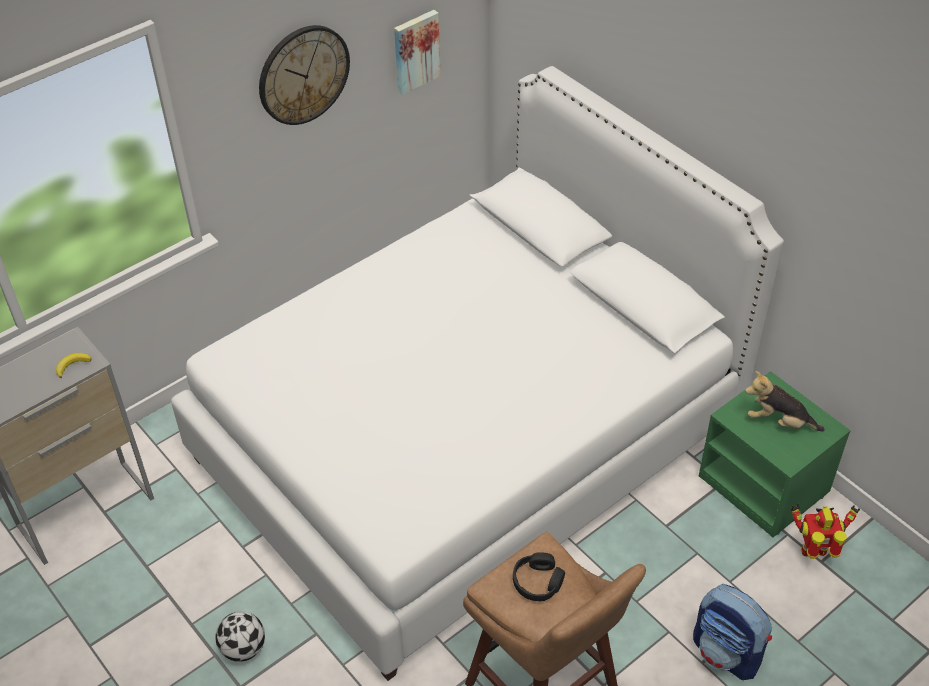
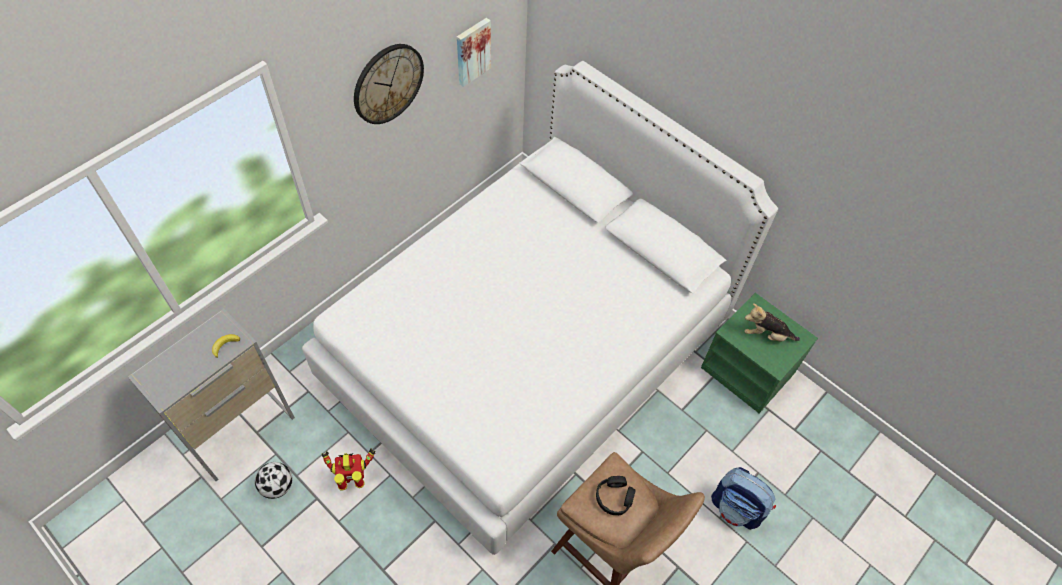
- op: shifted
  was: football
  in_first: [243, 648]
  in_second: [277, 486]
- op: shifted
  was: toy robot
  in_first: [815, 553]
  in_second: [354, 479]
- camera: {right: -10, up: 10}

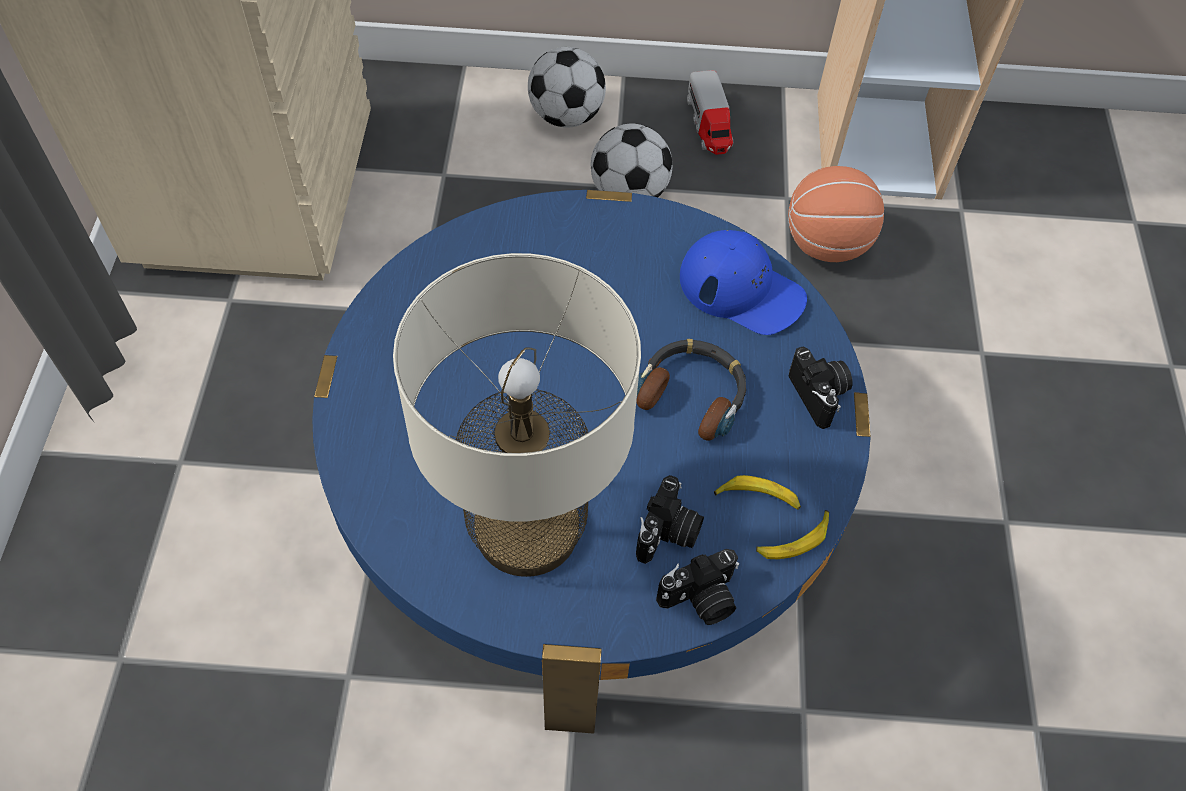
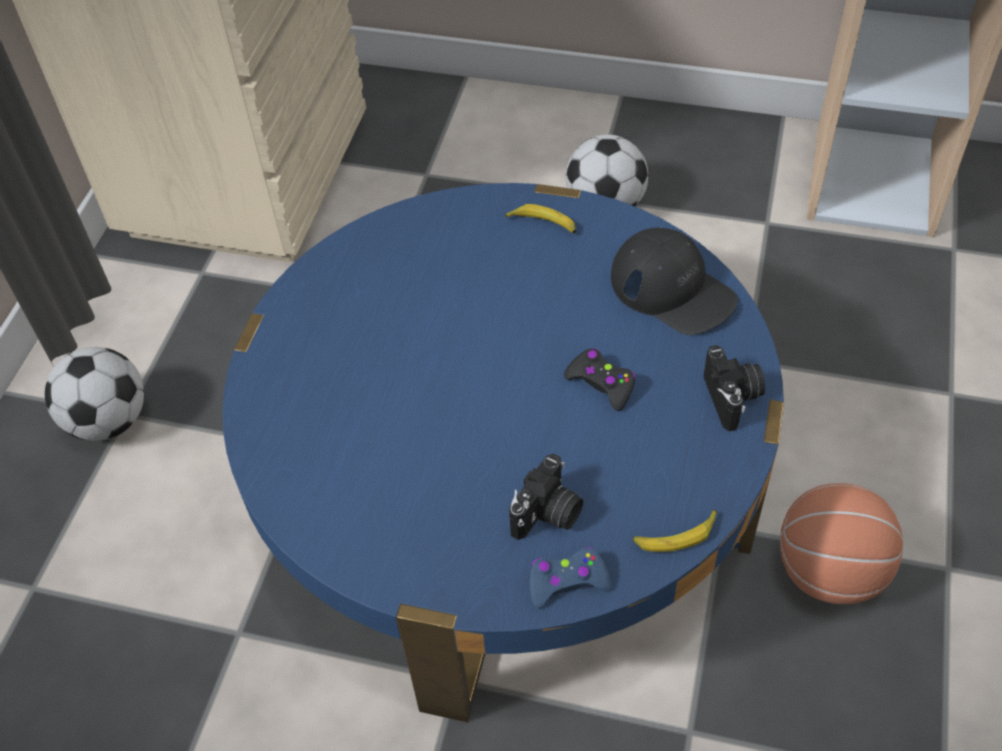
- op: gone
  was: table lamp
  in_first: [527, 529]
- op: shifted
  was: football
  in_first: [566, 116]
  in_second: [108, 421]
- op: swapped
  was: headphones
  now: black game controller
  in_first: [693, 393]
  in_second: [601, 383]
- op: swapped
  was: photo camera
  now: blue game controller
  in_first: [701, 600]
  in_second: [567, 582]
- op: repainted
  was: blue cap
  now: black cap
  in_first: [741, 289]
  in_second: [672, 289]
- op: gone
  was: toy truck
  in_first: [709, 125]
- op: shifted
  was: banana
  in_first: [757, 498]
  in_second: [542, 224]
- op: shifted
  was: basketball
  in_first: [827, 244]
  in_second: [830, 571]
- camera: {right: 15, up: -5}

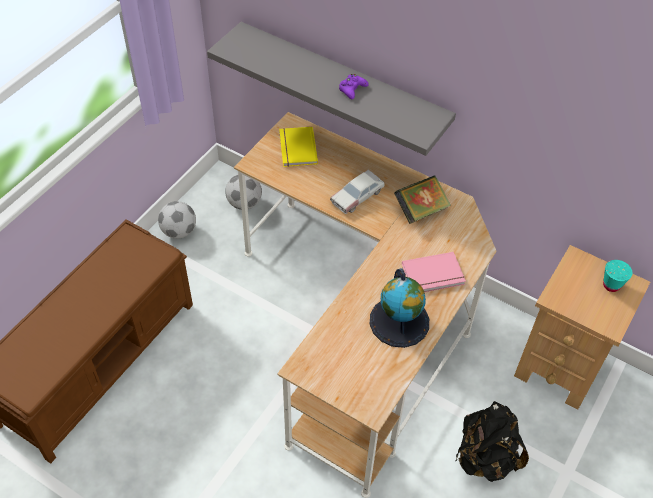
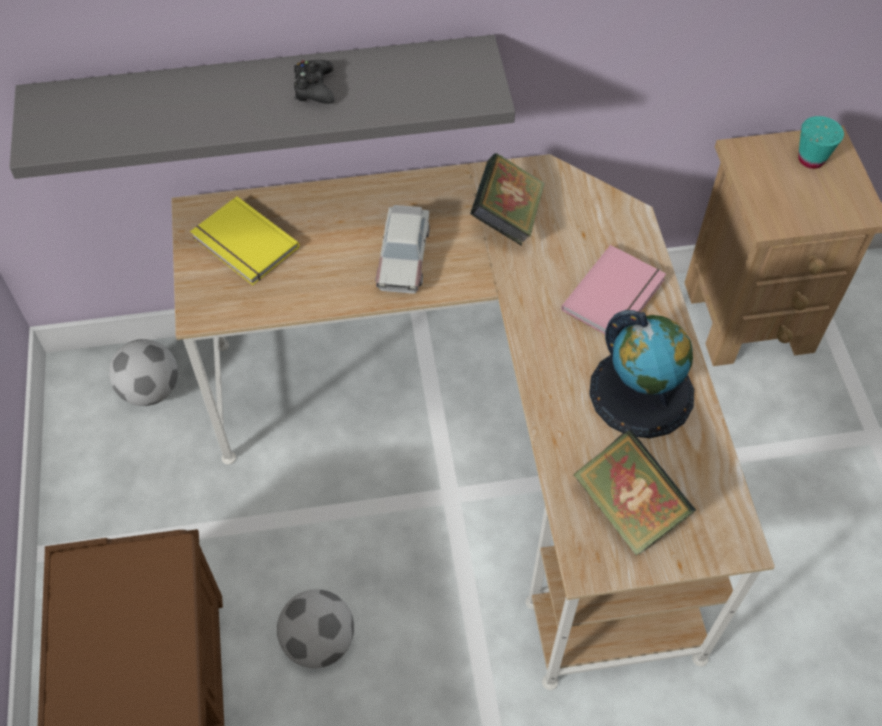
- op: shifted
  was: football
  in_first: [179, 231]
  in_second: [319, 641]
- op: repainted
  was: purple game controller
  now: black game controller
  in_first: [352, 89]
  in_second: [314, 88]
- op: gone
  was: black backpack
  in_first: [485, 457]
- op: new
  now: book
  in_second: [628, 508]
- camera: {right: -40, up: 5}

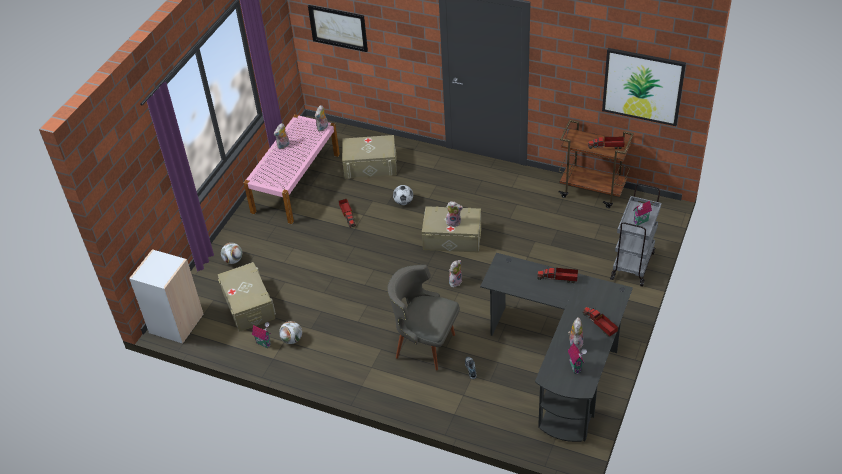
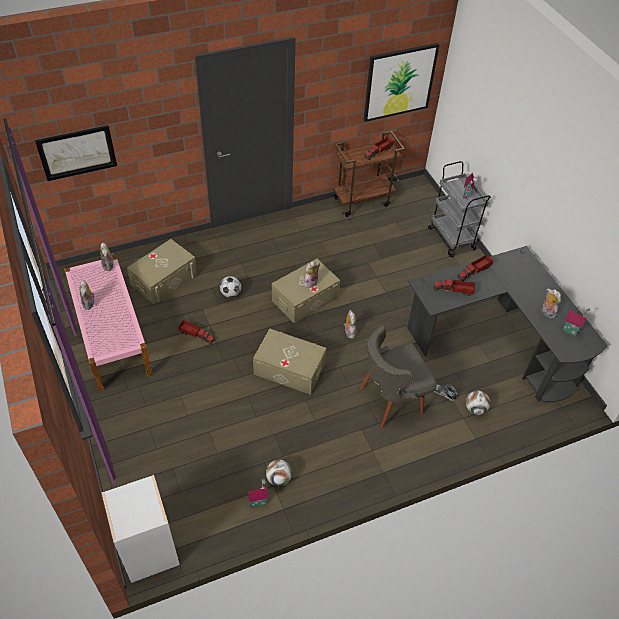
- op: shifted
  was: beige storage box
  in_first: [248, 305]
  in_second: [289, 369]
- op: shifted
  was: football
  in_first: [233, 260]
  in_second: [475, 409]
- op: shifted
  was: toy truck
  in_first: [600, 324]
  in_second: [454, 290]
- camera: {right: -50, up: 5}

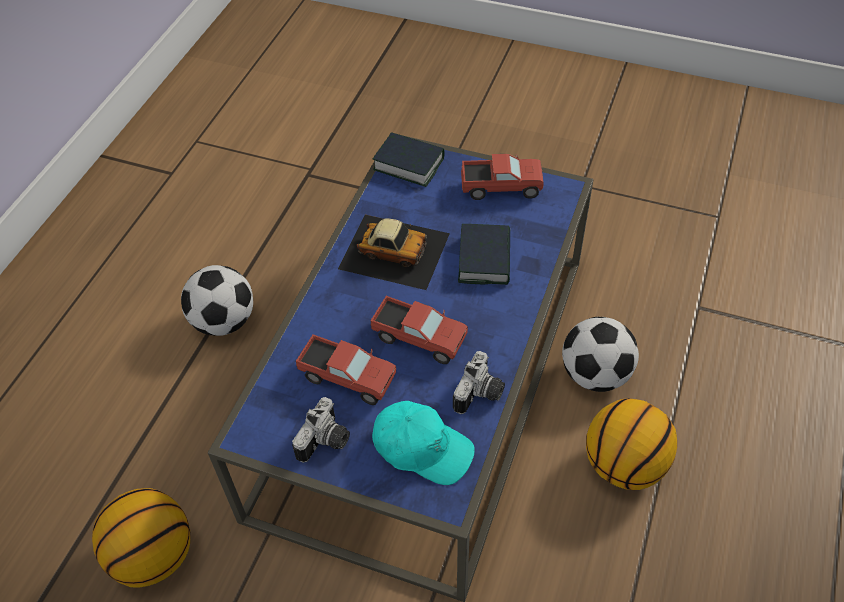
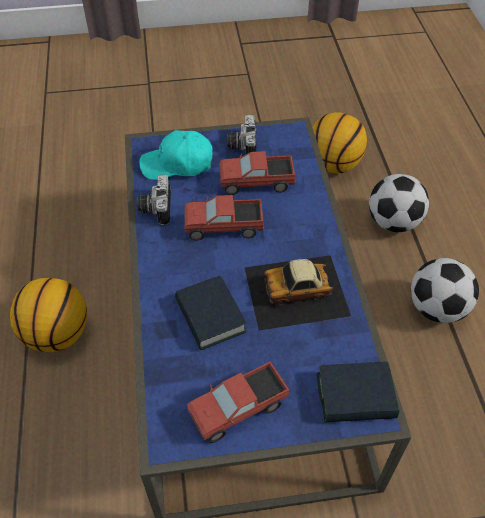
- op: shifted
  was: football
  in_first: [595, 374]
  in_second: [393, 223]
- camera: {right: 150, up: 0}

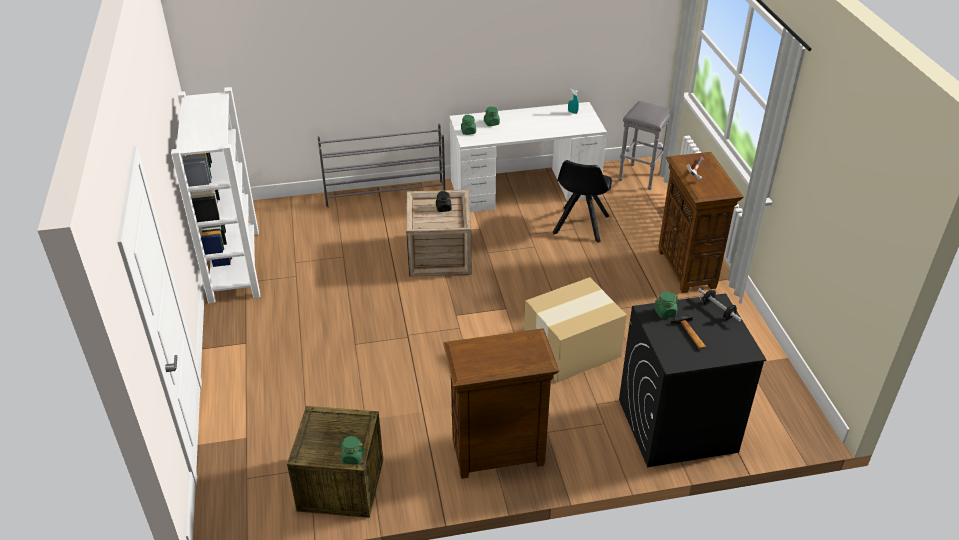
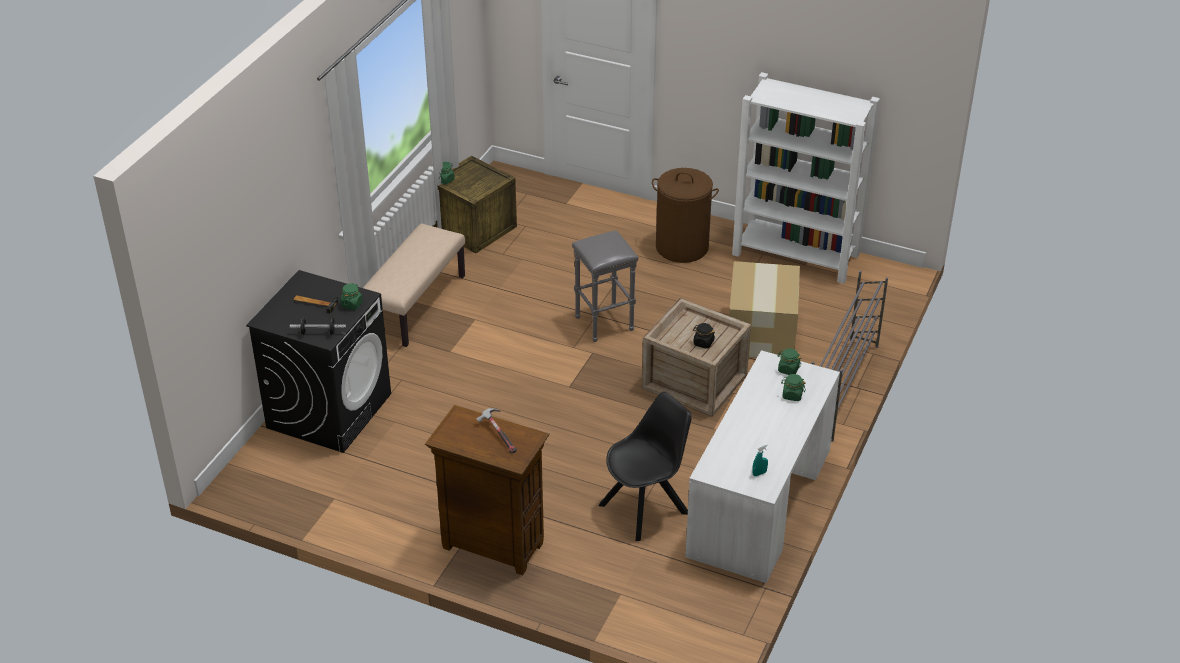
- op: swapped
  was: brown cabinet
  now: beige bench
  in_first: [497, 456]
  in_second: [415, 304]
- op: shifted
  was: cardboard box
  in_first: [570, 349]
  in_second: [762, 332]
- op: rotated
  was: black chair
  in_first: [580, 225]
  in_second: [645, 508]
  clockwise: 90
- op: shifted
  was: grey stool
  in_first: [641, 177]
  in_second: [603, 323]
- op: new
  now: brown laundry basket
  in_second: [682, 247]
- camera: {right: 125, up: 0}

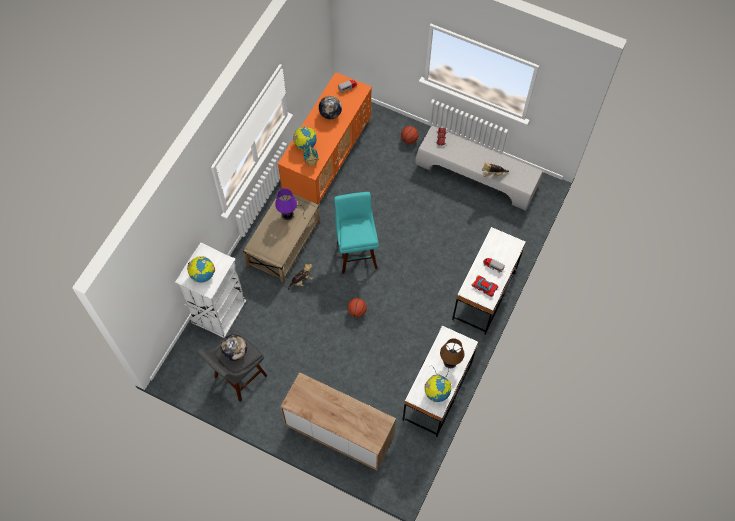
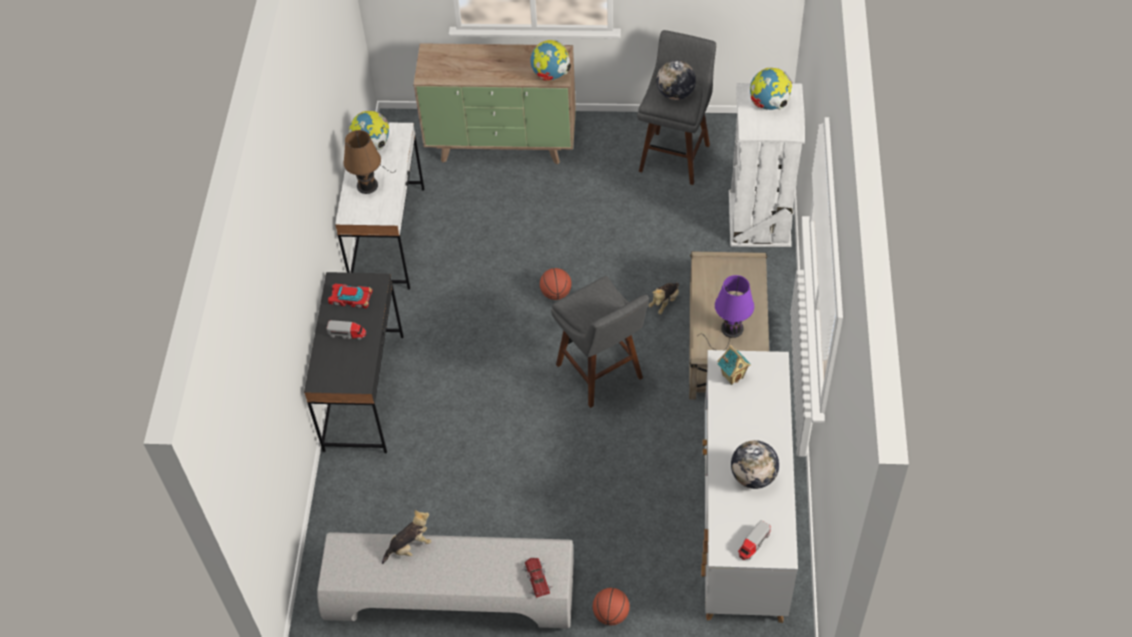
- op: repainted
  was: orange dresser
  now: white dresser
  in_first: [327, 158]
  in_second: [742, 515]
- op: shifted
  was: globe
  in_first: [305, 145]
  in_second: [551, 75]
- op: repainted
  was: turquoise stool
  now: grey stool
  in_first: [356, 253]
  in_second: [601, 374]
- op: repainted
  was: white desk
  now: black desk
  in_first: [484, 294]
  in_second: [364, 392]
- camera: {right: 160, up: -10}

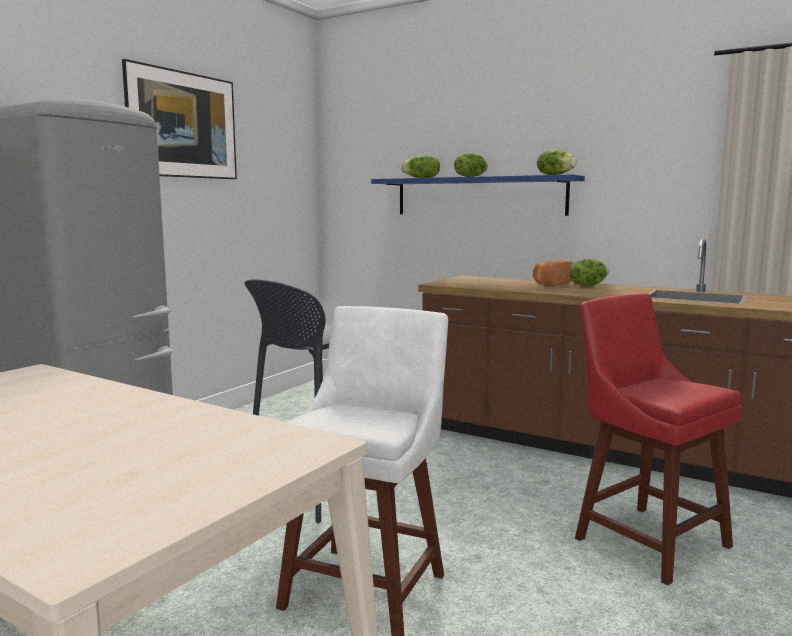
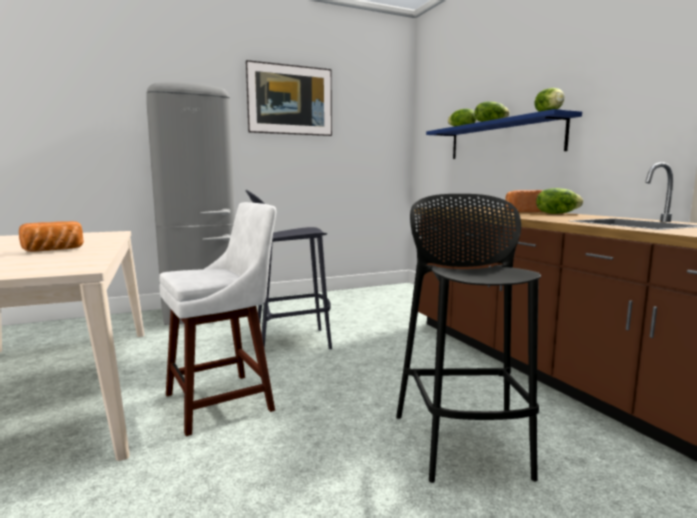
- op: swapped
  was: red chair
  now: black stool
  in_first: [645, 539]
  in_second: [465, 442]
- op: new
  now: bread
  in_second: [54, 250]
- camera: {right: 35, up: 0}

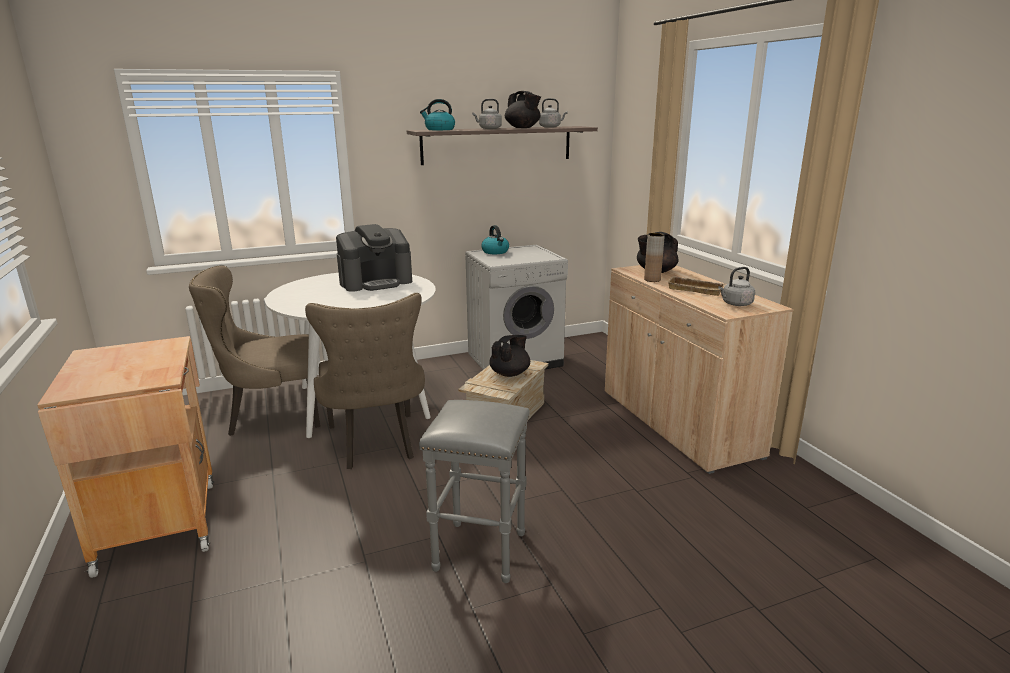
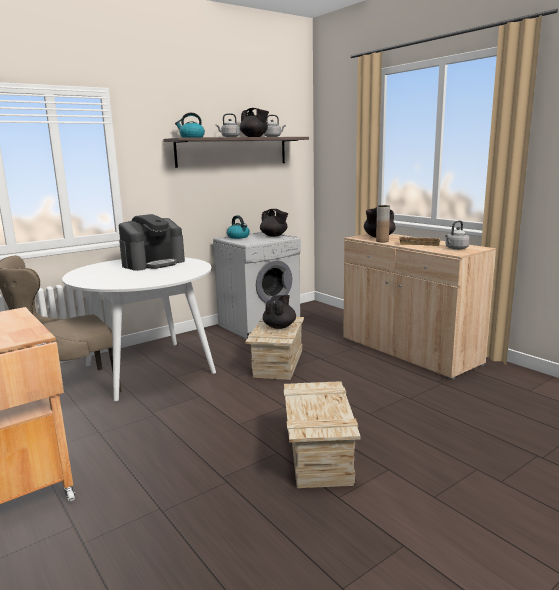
- op: gone
  was: beige chair
  in_first: [375, 443]
- op: swapped
  was: grey stool
  now: crate
  in_first: [482, 549]
  in_second: [319, 456]
- op: new
  now: black teapot
  in_second: [274, 236]
- camera: {right: -15, up: -5}

